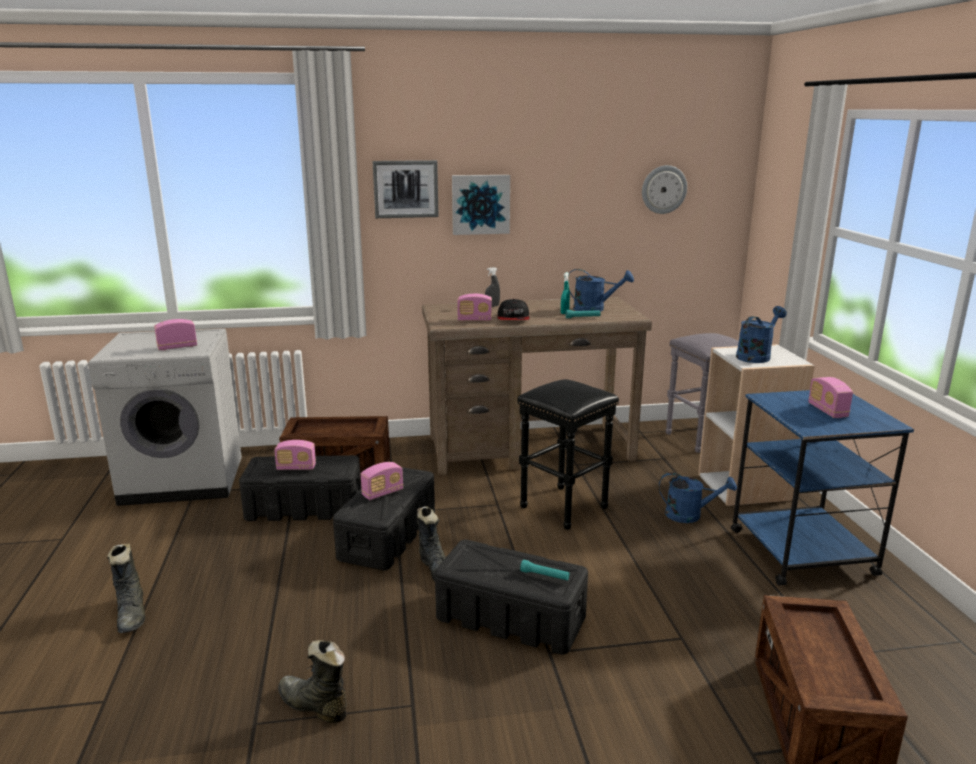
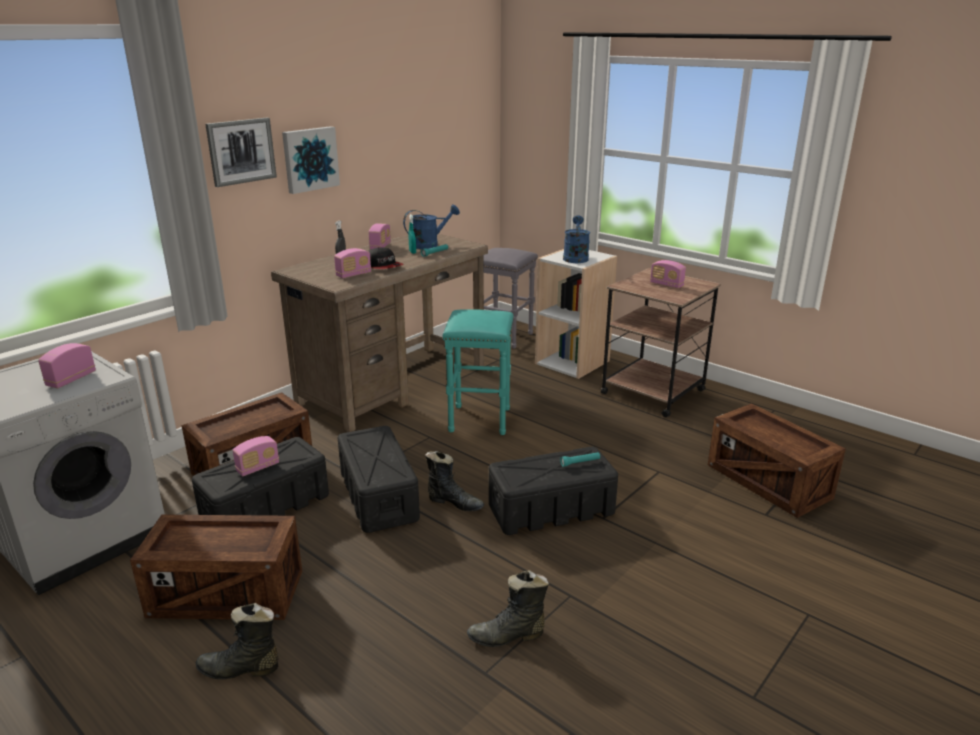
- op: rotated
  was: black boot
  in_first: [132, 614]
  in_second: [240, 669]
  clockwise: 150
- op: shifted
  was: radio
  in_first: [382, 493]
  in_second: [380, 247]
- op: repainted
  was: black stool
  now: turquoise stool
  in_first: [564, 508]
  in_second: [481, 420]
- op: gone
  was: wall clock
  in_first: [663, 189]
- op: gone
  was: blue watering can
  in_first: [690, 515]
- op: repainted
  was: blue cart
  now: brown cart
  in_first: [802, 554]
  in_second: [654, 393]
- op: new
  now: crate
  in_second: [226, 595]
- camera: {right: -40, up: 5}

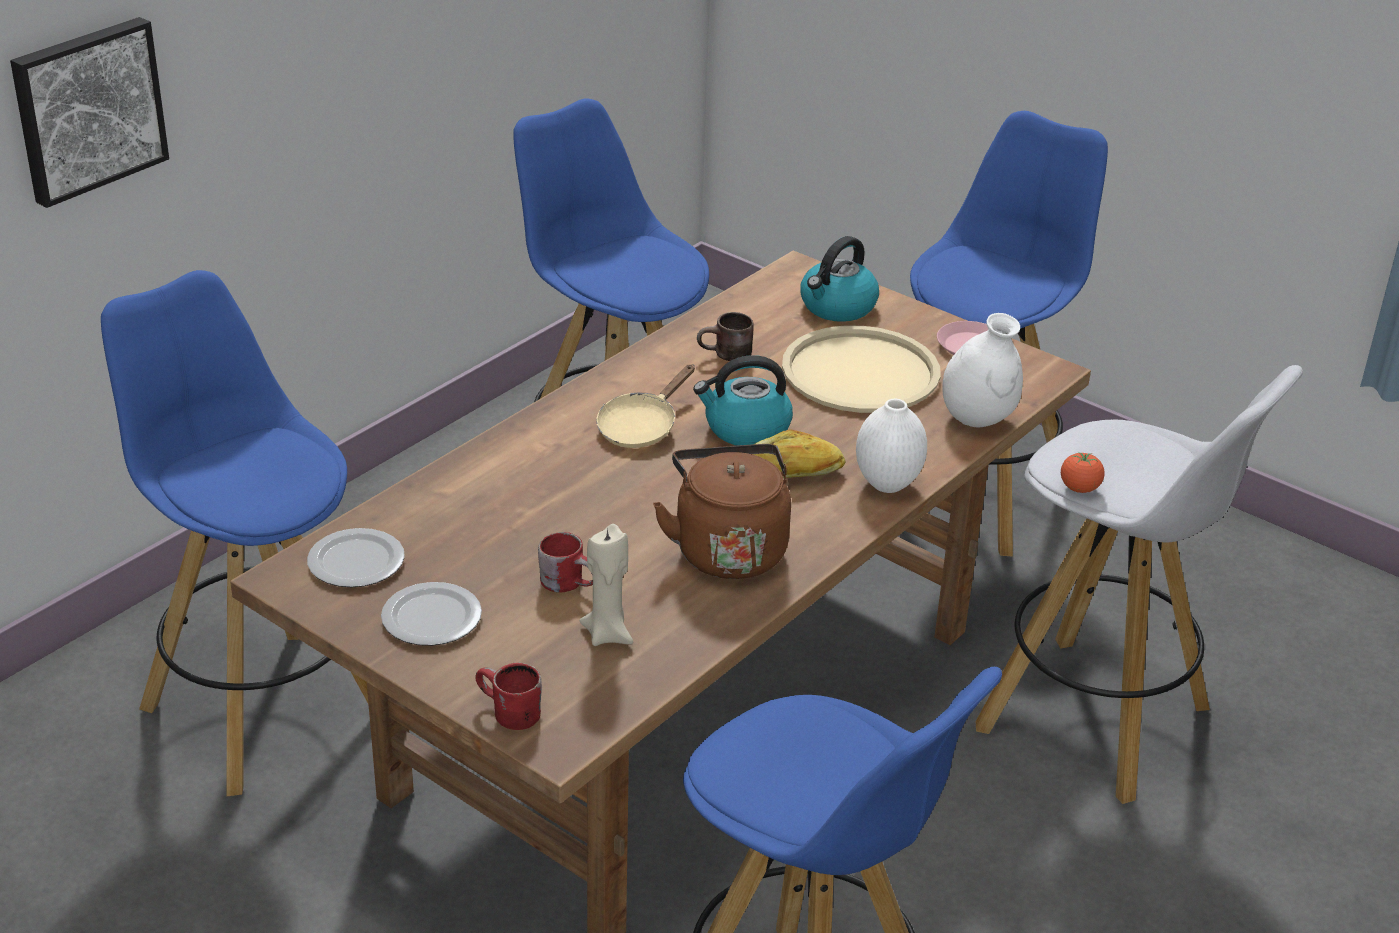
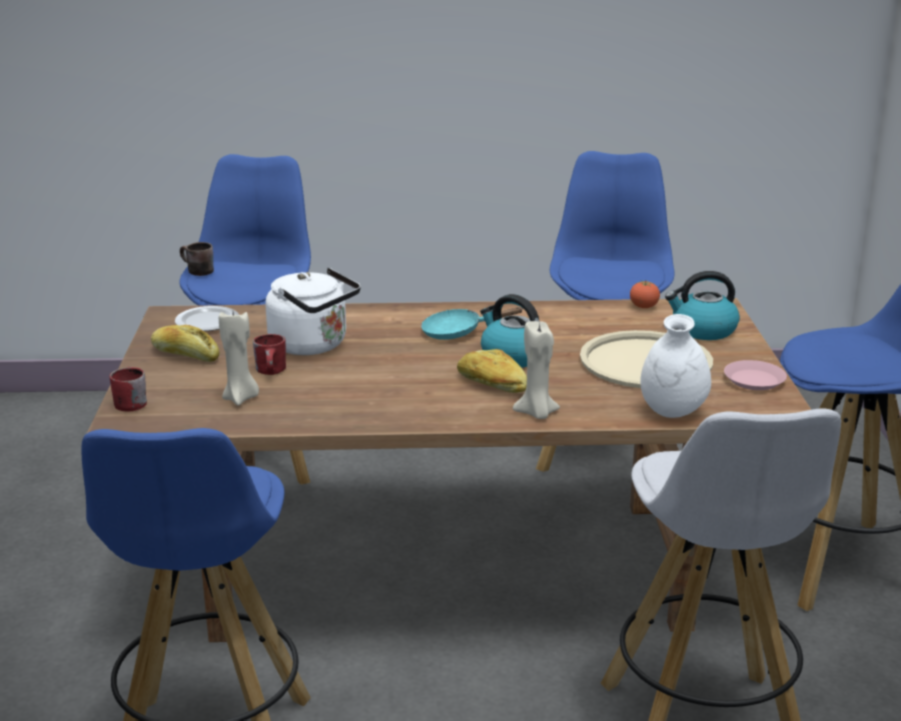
- op: gone
  was: picture
  in_first: [87, 109]
- op: swapped
  was: plate
  now: bread
  in_first: [430, 619]
  in_second: [185, 355]
- op: repainted
  was: beige frying pan
  now: turquoise frying pan
  in_first: [641, 427]
  in_second: [458, 332]
- op: gone
  was: brown kettle
  in_first: [728, 549]
- op: shifted
  was: brown mug
  in_first: [726, 357]
  in_second: [195, 272]
- op: swapped
  was: white vase
  now: beige candle
  in_first: [886, 484]
  in_second: [536, 413]
- op: shifted
  was: tomato
  in_first: [1079, 488]
  in_second: [643, 307]
- op: new
  now: white kettle
  in_second: [313, 345]
- camera: {right: 50, up: -10}

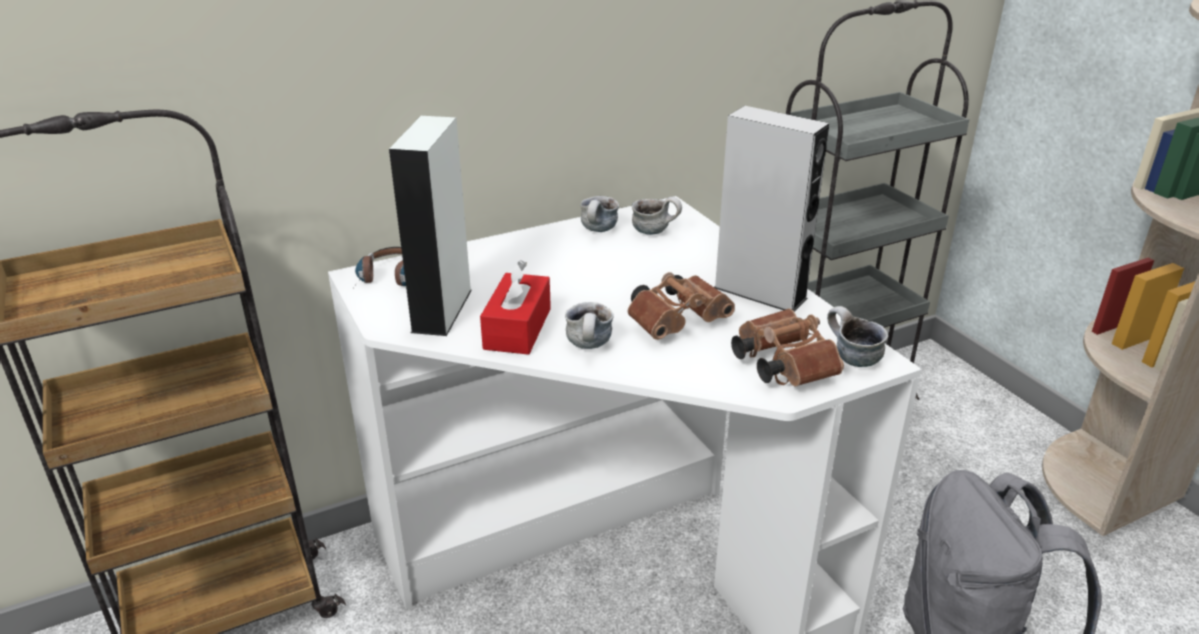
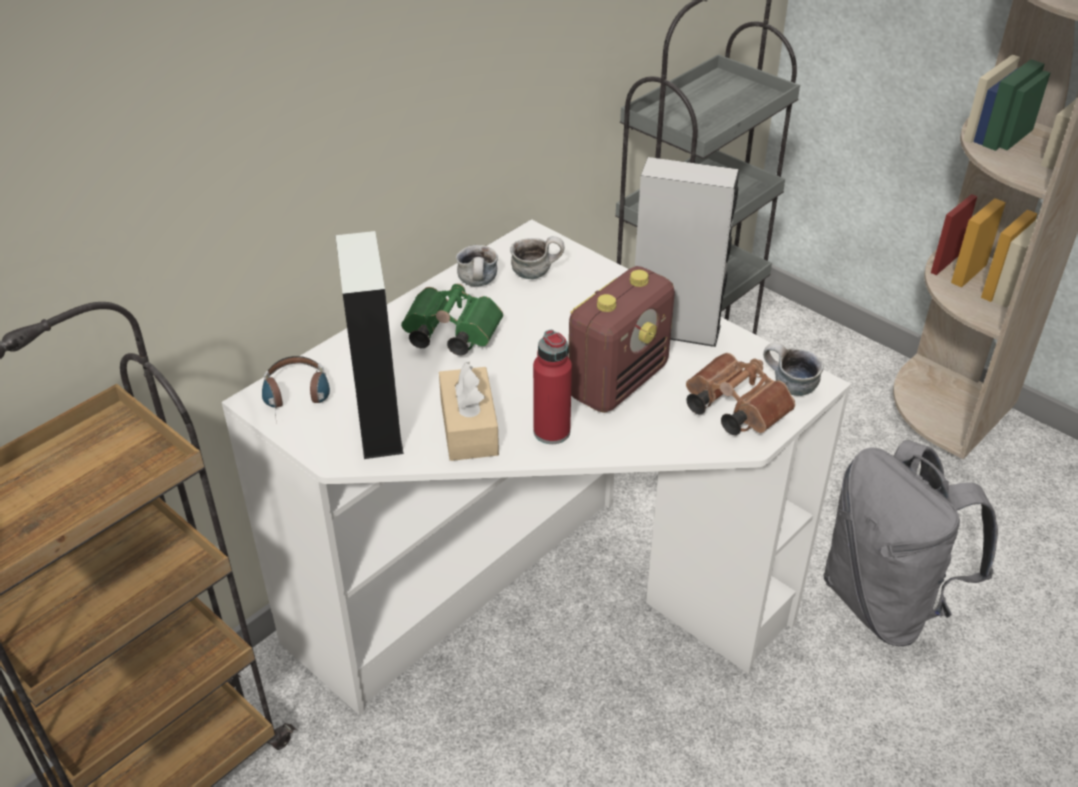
- op: repainted
  was: red tissue box
  now: beige tissue box
  in_first: [517, 328]
  in_second: [469, 427]
- op: swapped
  was: mug
  now: red bottle
  in_first: [590, 347]
  in_second: [551, 432]
- op: swapped
  was: brown binoculars
  now: radio
  in_first: [679, 321]
  in_second: [618, 381]
- op: new
  now: green binoculars
  in_second: [448, 335]
- camera: {right: -20, up: 10}

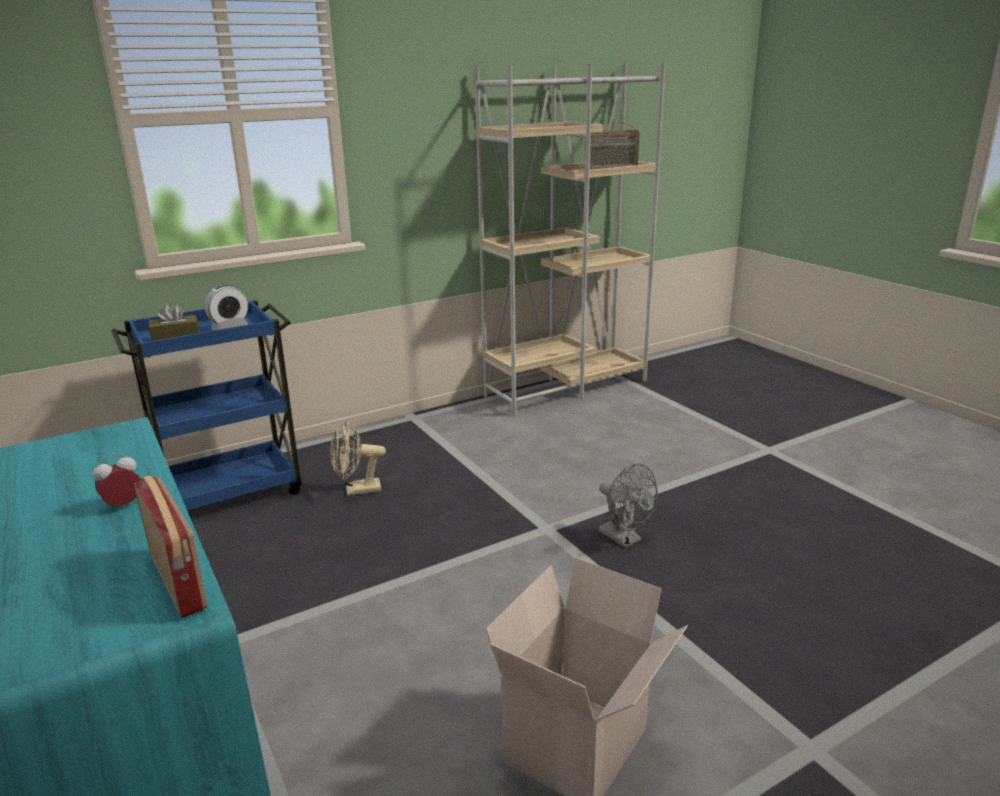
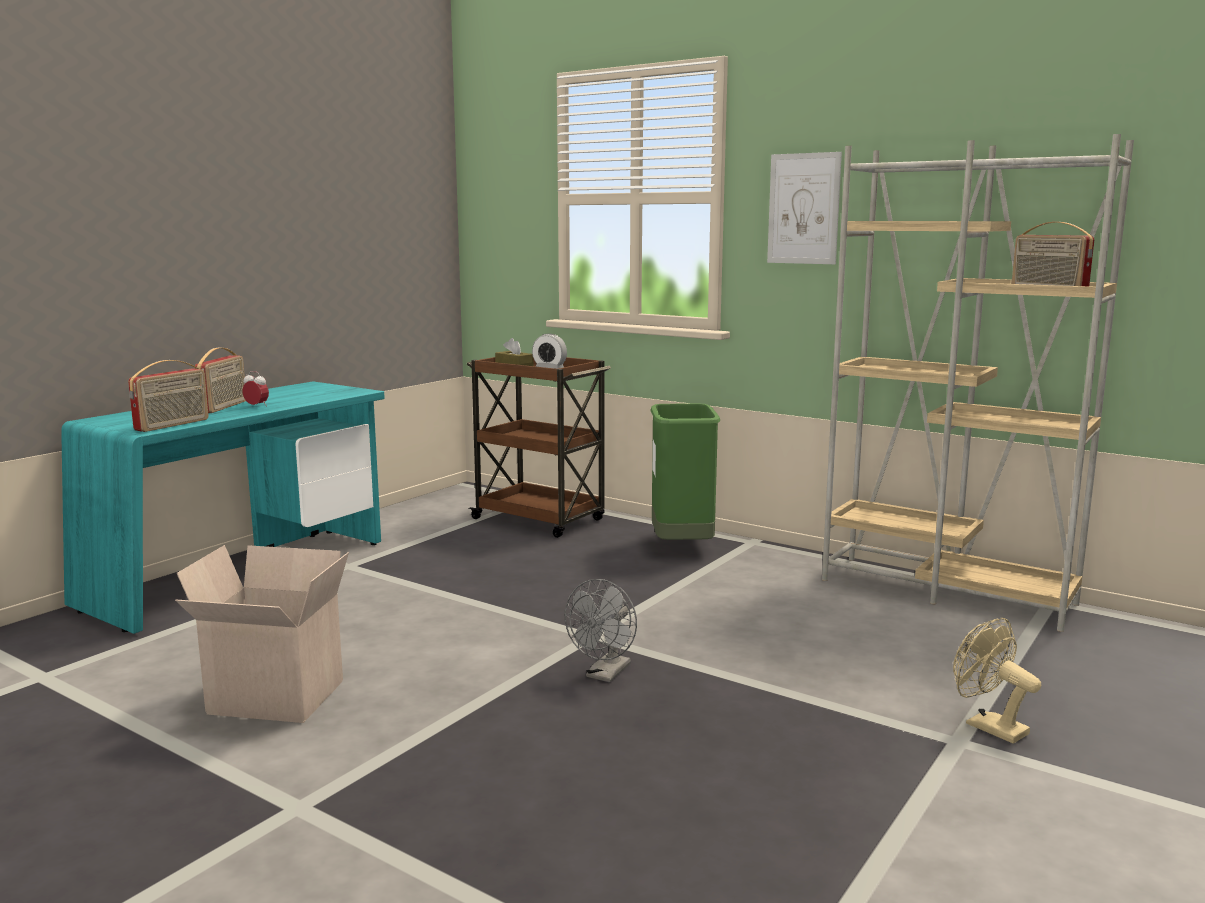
- op: repainted
  was: blue cart
  now: brown cart
  in_first: [231, 492]
  in_second: [540, 520]
- op: shifted
  was: beige fan
  in_first: [357, 490]
  in_second: [988, 726]
- op: new
  now: radio
  in_second: [224, 407]
- op: new
  now: green trash can
  in_second: [682, 547]
- op: new
  now: picture
  in_second: [803, 209]
- camera: {right: 65, up: -10}

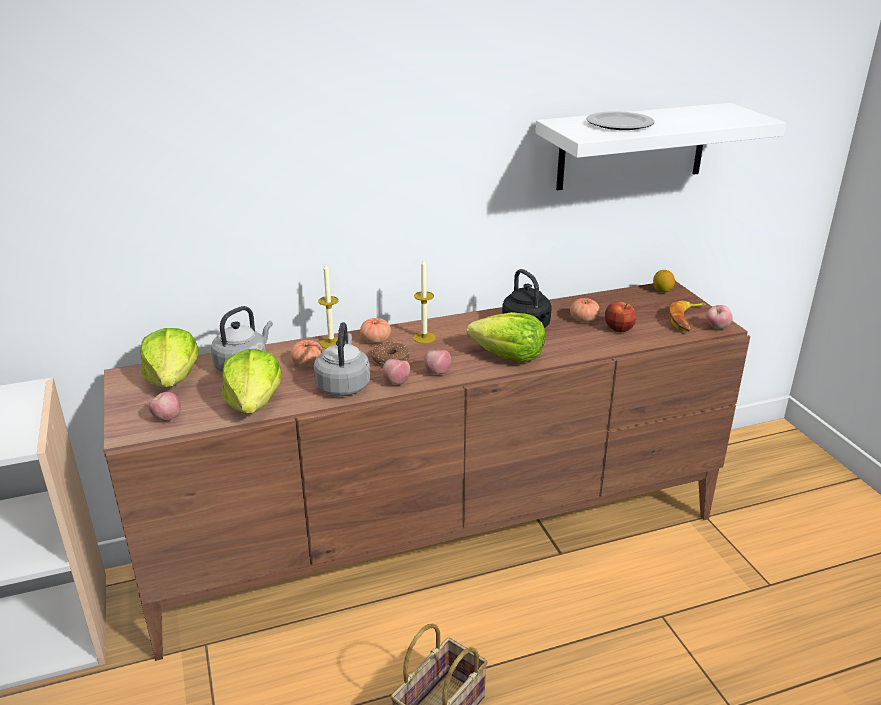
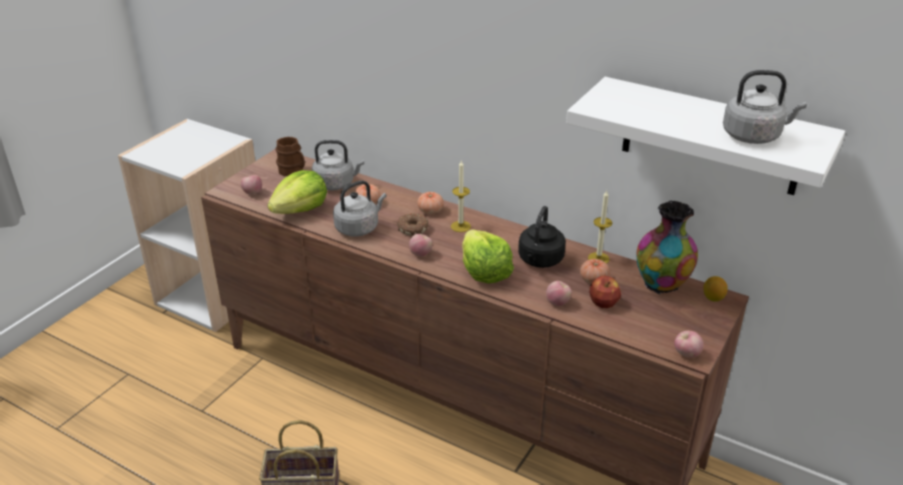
- op: swapped
  was: lettuce
  now: brown mug
  in_first: [173, 379]
  in_second: [293, 172]
- op: shifted
  was: candle
  in_first: [331, 343]
  in_second: [598, 258]
- op: shifted
  was: apple
  in_first: [396, 382]
  in_second: [558, 302]
- op: gone
  was: plate
  in_first: [621, 124]
- op: gone
  was: banana
  in_first: [686, 320]
- op: new
  now: vase
  in_second: [662, 284]
- op: new
  now: grey kettle
  in_second: [754, 136]
- camera: {right: 50, up: 5}

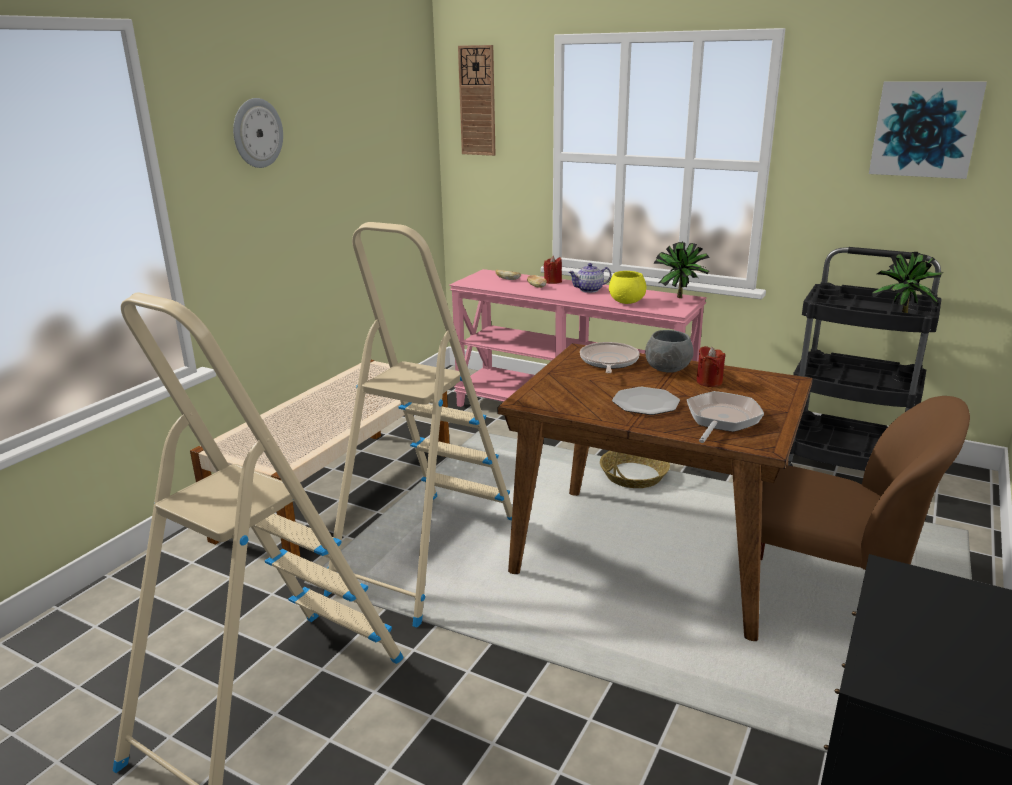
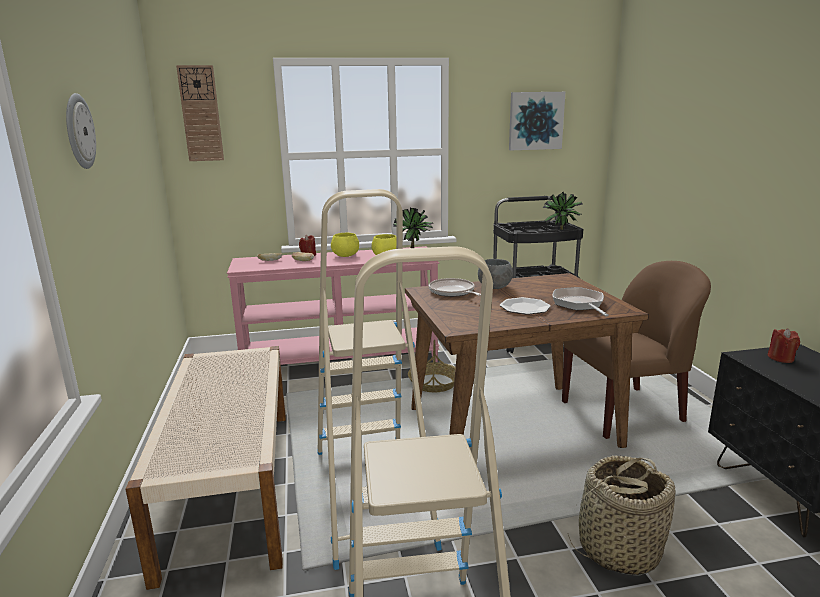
- op: swapped
  was: teapot
  now: yellow bowl
  in_first: [589, 290]
  in_second: [346, 256]
- op: shifted
  was: red candle
  in_first: [709, 382]
  in_second: [781, 358]
- op: new
  now: basket
  in_second: [618, 549]
- camera: {right: -40, up: -5}

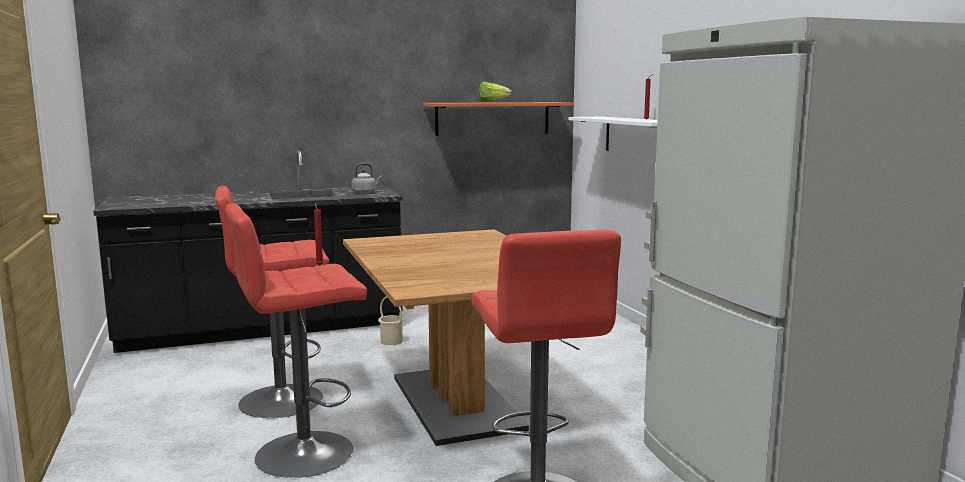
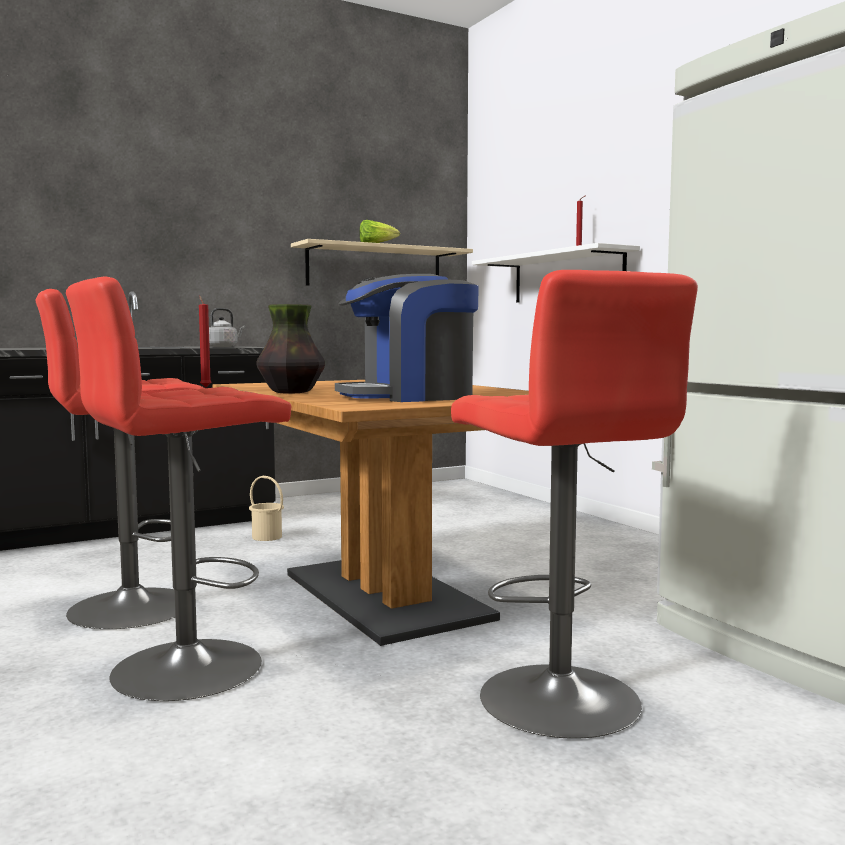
- op: repainted
  was: orange shelf
  now: beige shelf
  in_first: [493, 118]
  in_second: [374, 268]
- op: new
  now: vase
  in_second: [291, 392]
- op: new
  now: coffee machine
  in_second: [409, 397]
- camera: {right: -10, up: -5}

